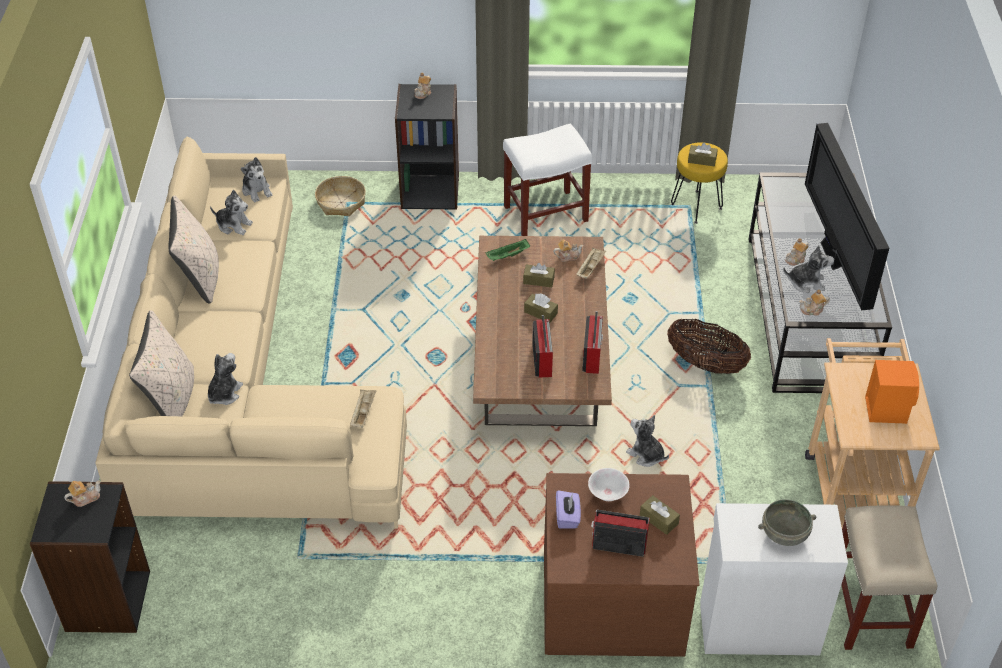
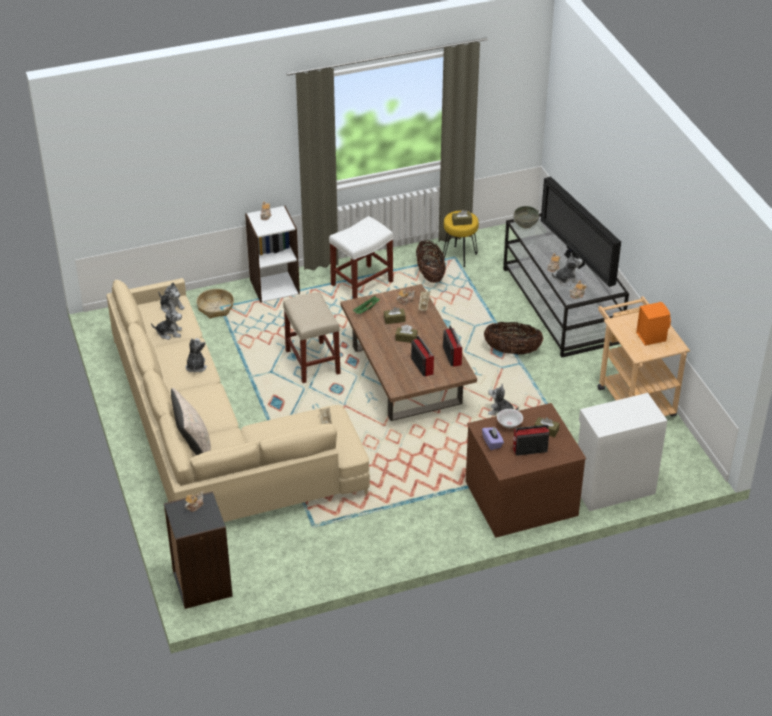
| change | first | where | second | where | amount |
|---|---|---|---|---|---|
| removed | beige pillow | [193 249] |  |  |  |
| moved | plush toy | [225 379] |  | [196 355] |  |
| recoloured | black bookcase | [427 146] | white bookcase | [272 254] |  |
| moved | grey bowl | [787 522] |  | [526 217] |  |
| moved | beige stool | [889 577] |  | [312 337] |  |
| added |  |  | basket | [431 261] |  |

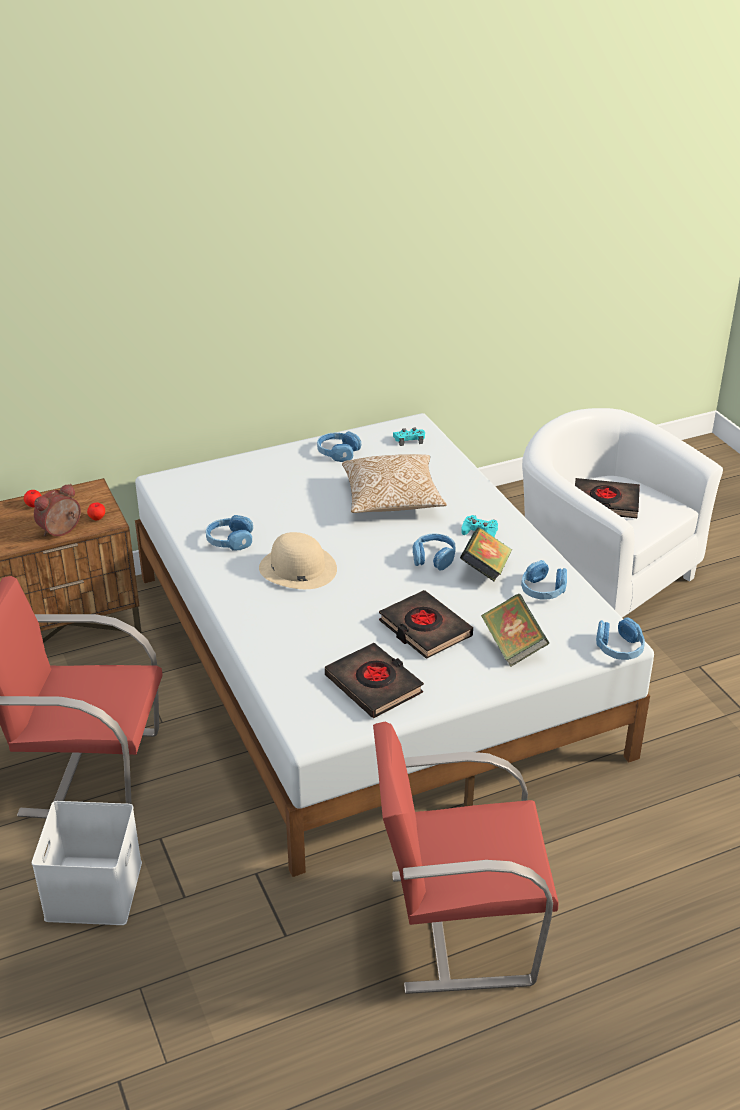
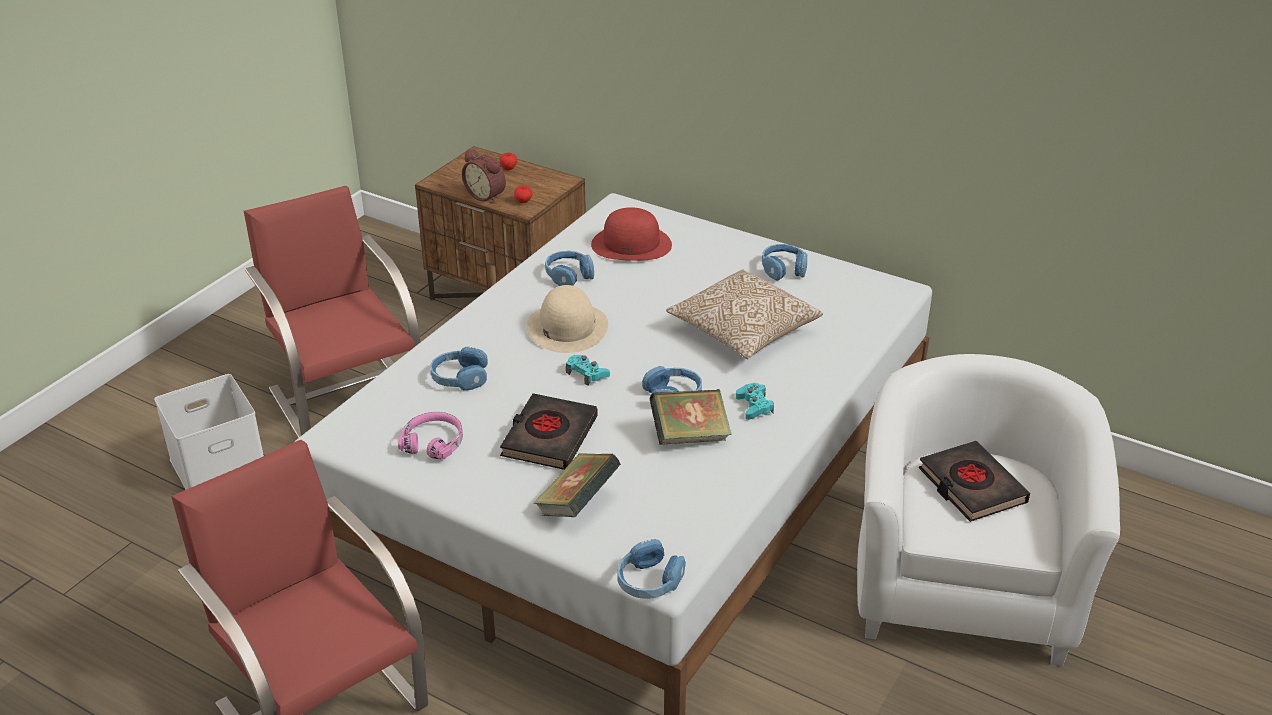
| change | first | where | second | where | amount |
|---|---|---|---|---|---|
| turned | alarm clock | [57 510] |  | [484 176] | 150 degrees counterclockwise |
| replaced | black book | [374 680] | pink headphones | [430 436] |  |
| moved | turquoise game controller | [409 437] |  | [588 370] |  |
| moved | blue headphones | [544 580] |  | [459 368] |  |
| added |  |  | red hat | [631 234] |  |

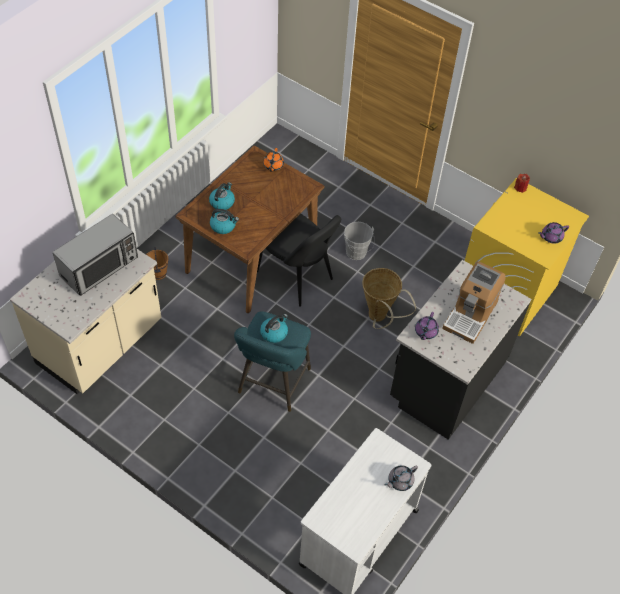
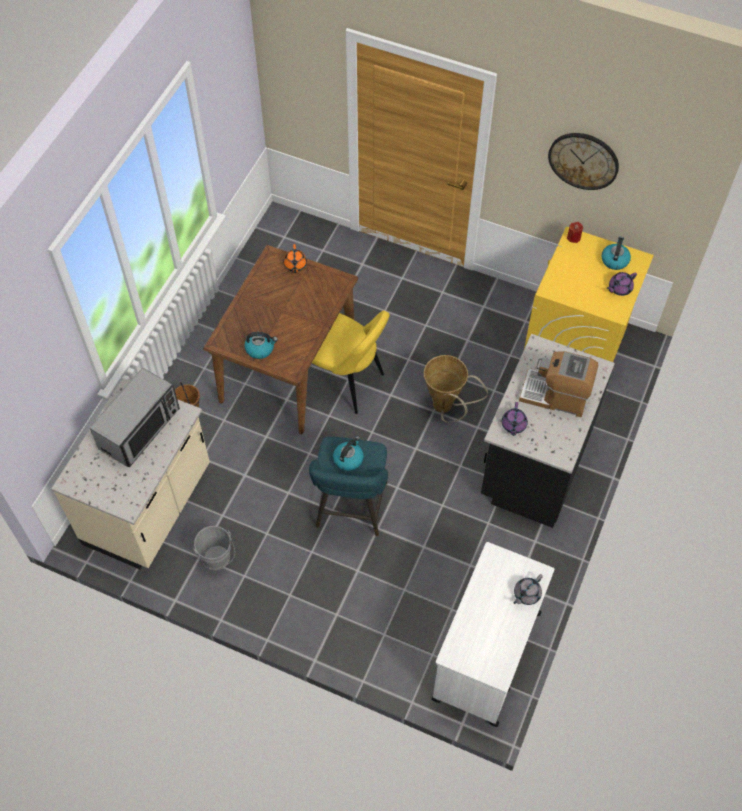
| change | first | where | second | where | amount |
|---|---|---|---|---|---|
| moved | kettle | [222 196] |  | [616 253] |  |
| recoloured | black chair | [299 260] | yellow chair | [351 362] |  |
| moved | grey bucket | [359 241] |  | [214 548] |  |
| turned | coffee machine | [474 302] |  | [558 384] | 90 degrees clockwise |
| added |  |  | wall clock | [583 161] |  |

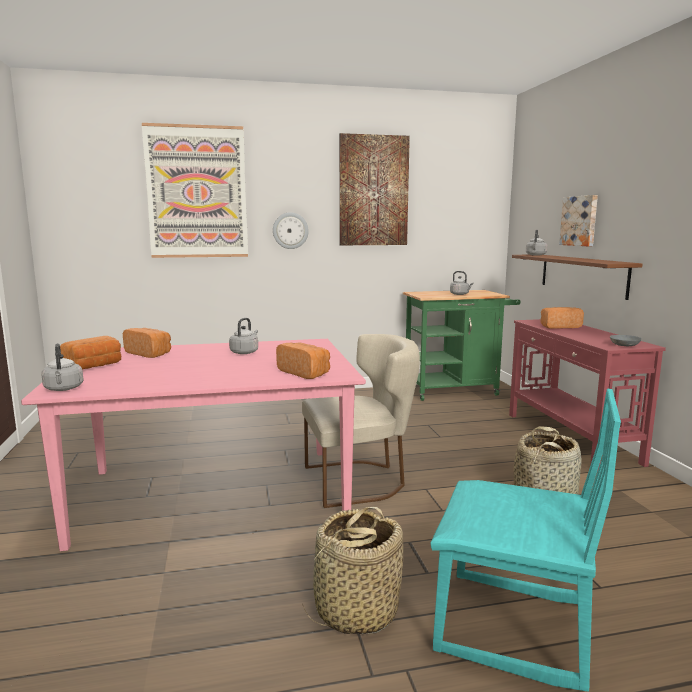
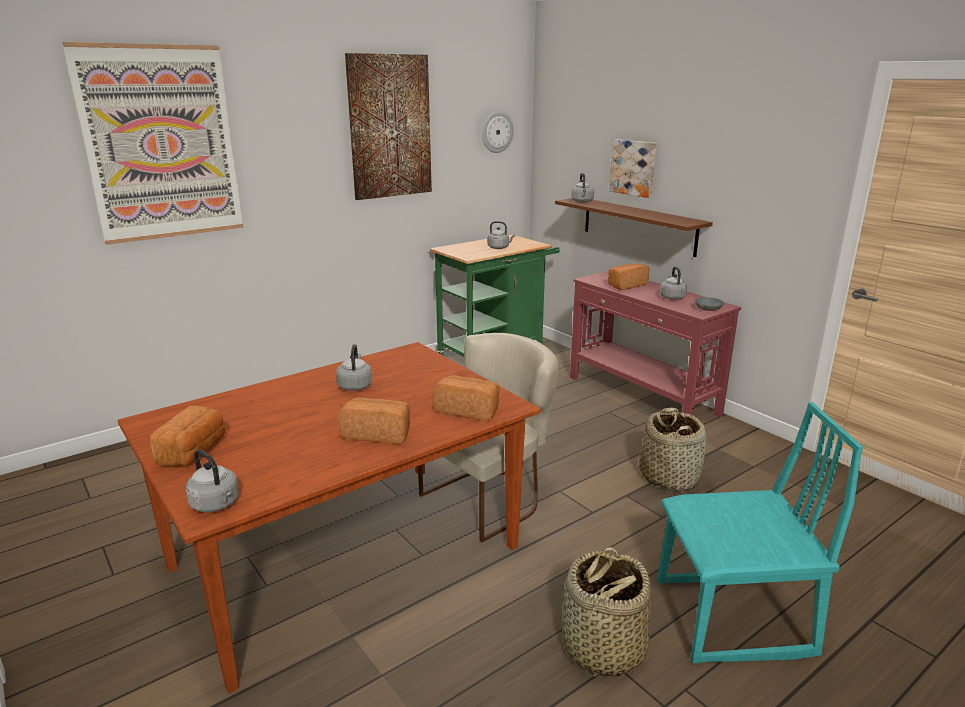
| change | first | where | second | where | amount |
|---|---|---|---|---|---|
| recoloured | pink dining table | [193 445] | brown dining table | [329 517] |  |
| moved | bread | [147 343] |  | [373 420] |  |
| moved | wall clock | [291 230] |  | [497 132] |  |
| added |  |  | grey kettle | [673 283] |  |

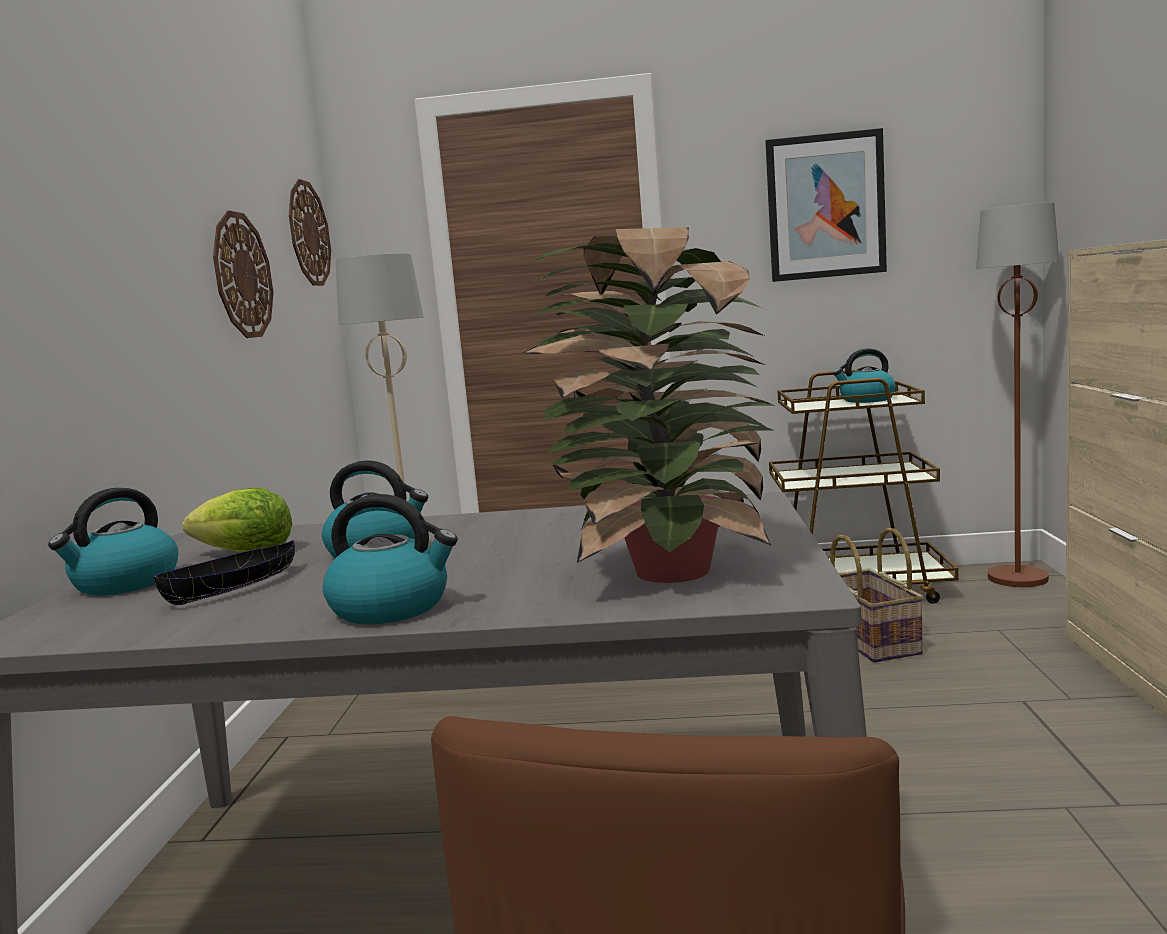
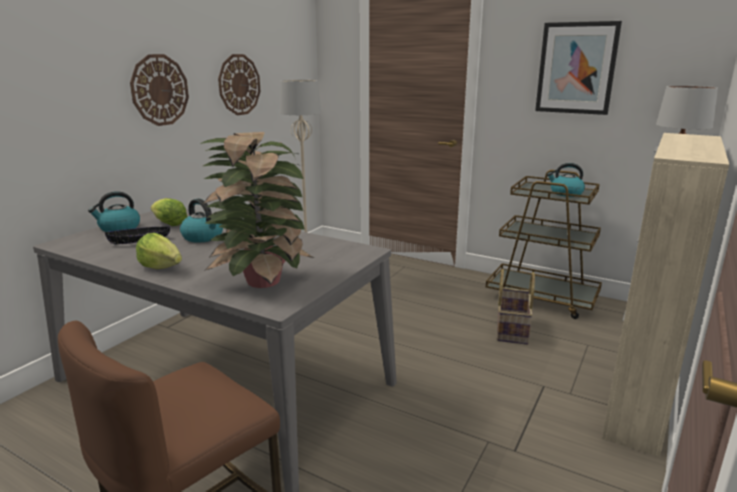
| change | first | where | second | where | amount |
|---|---|---|---|---|---|
| moved | wall clock | [310 232] |  | [159 90] |  |
| replaced | kettle | [390 559] | lettuce | [159 251] |  |

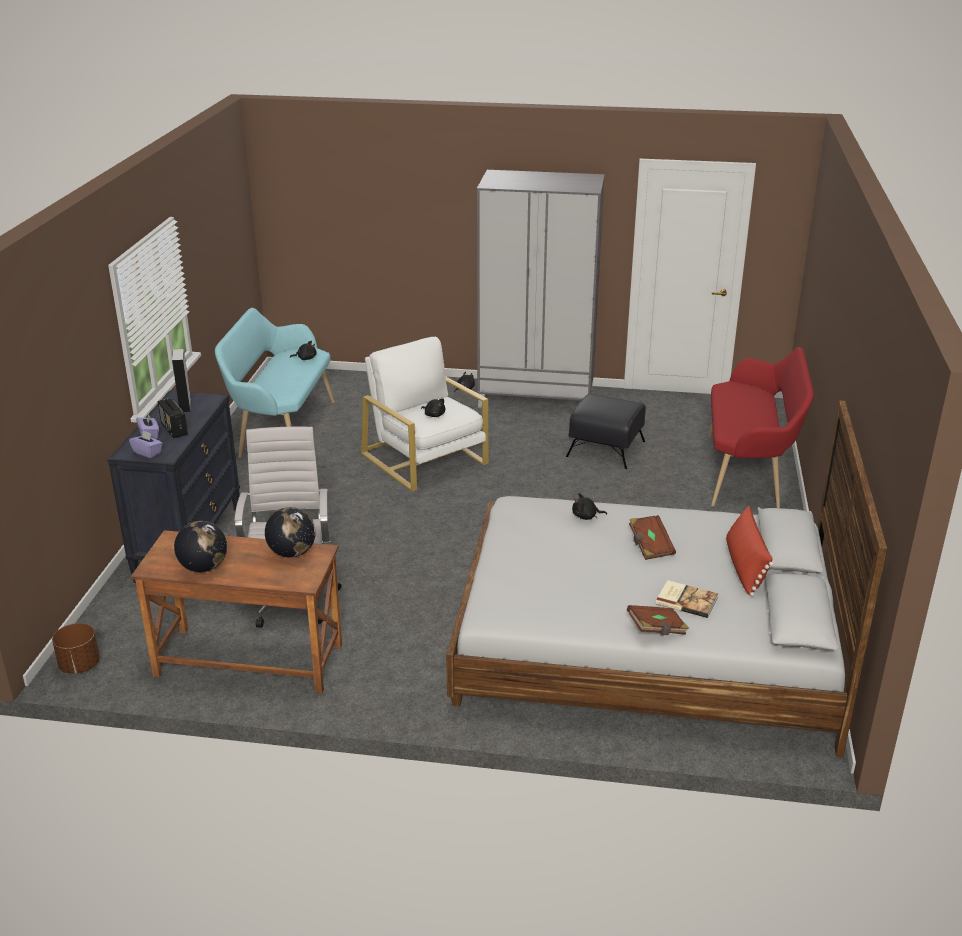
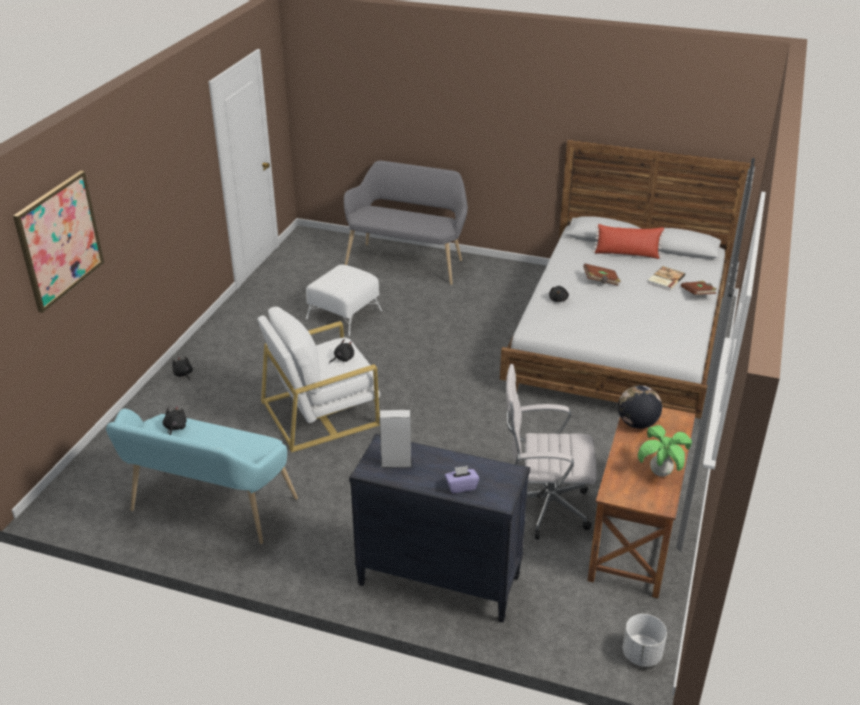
| change | first | where | second | where | amount |
|---|---|---|---|---|---|
| recoloured | brown planter | [76 648] | white planter | [645 640] |  |
| removed | purple tissue box | [146 444] |  |  |  |
| removed | radio | [173 418] |  |  |  |
| replaced | globe | [200 546] | potted plant | [665 451] |  |
| removed | grey wardrobe | [541 289] |  |  |  |
| recoloured | black ottoman | [606 431] | white ottoman | [344 300] |  |
| recoloured | red bench | [761 427] | grey bench | [406 223] |  |
| added |  |  | picture | [58 241] |  |

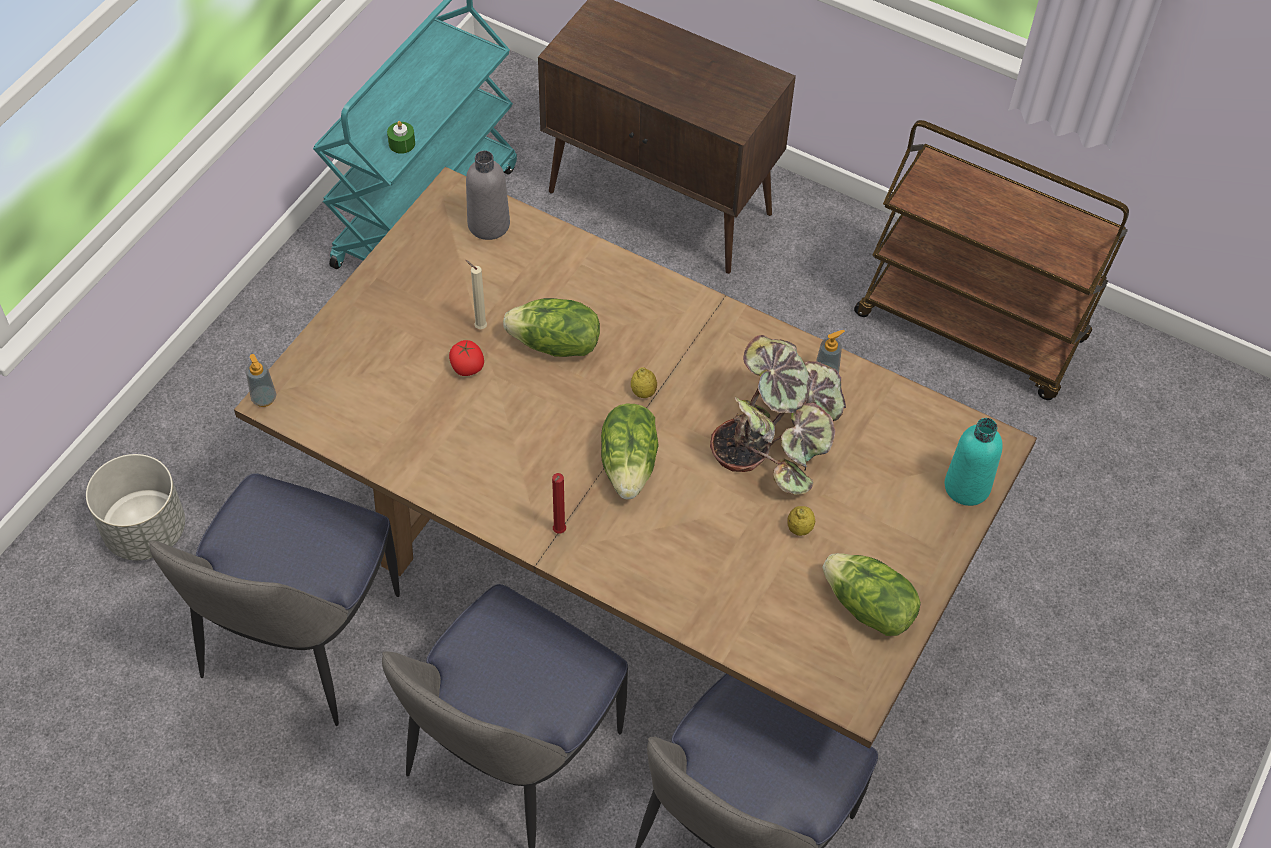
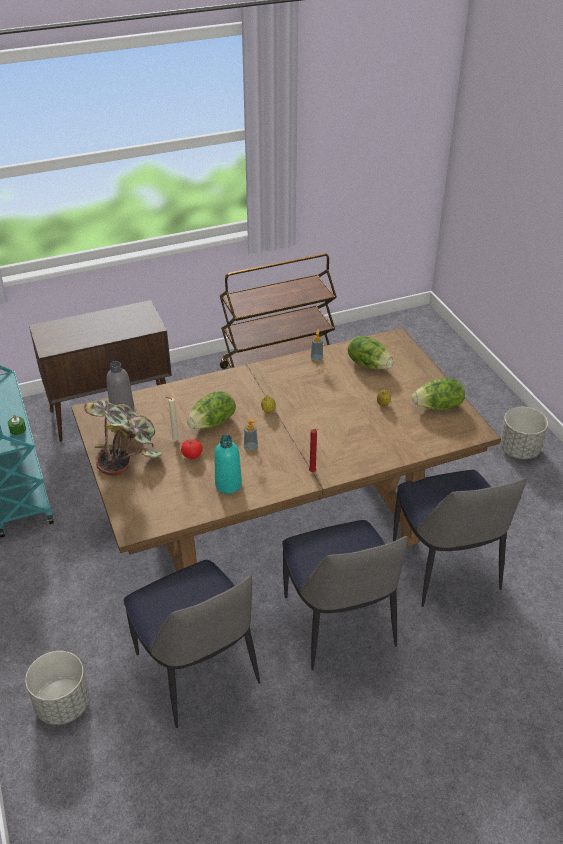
| change | first | where | second | where | amount |
|---|---|---|---|---|---|
| moved | soap dispenser | [261 380] |  | [251 436] |  |
| moved | lettuce | [630 451] |  | [370 352] |  |
| moved | potted plant | [778 415] |  | [123 438] |  |
| moved | turquoise bottle | [973 462] |  | [228 464] |  |
| added |  |  | grey planter | [523 433] |  |

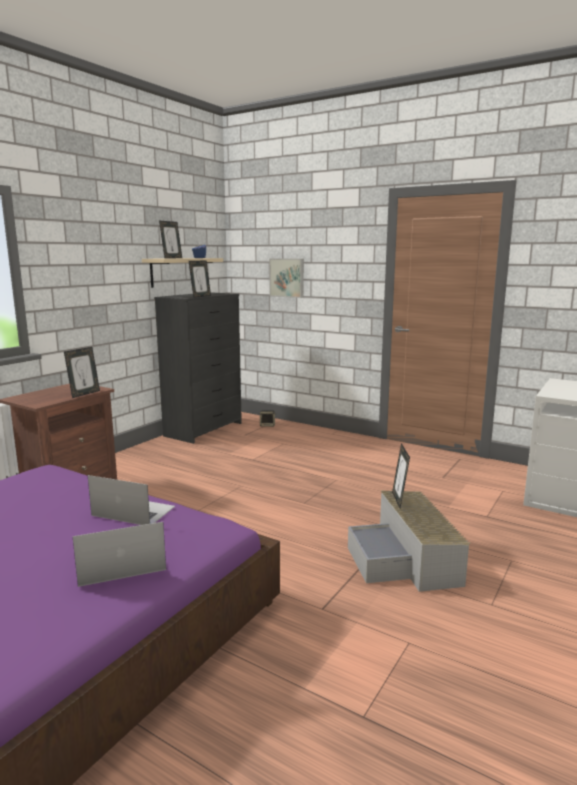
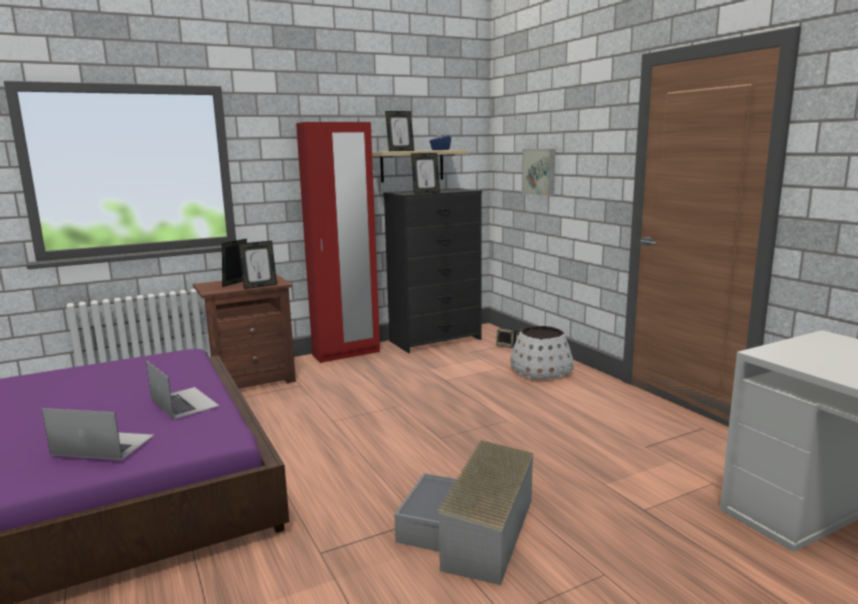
| change | first | where | second | where | amount |
|---|---|---|---|---|---|
| moved | picture frame | [401 475] |  | [234 263] |  |
| added |  |  | red wardrobe | [338 242] |  |
| added |  |  | white planter | [542 353] |  |

